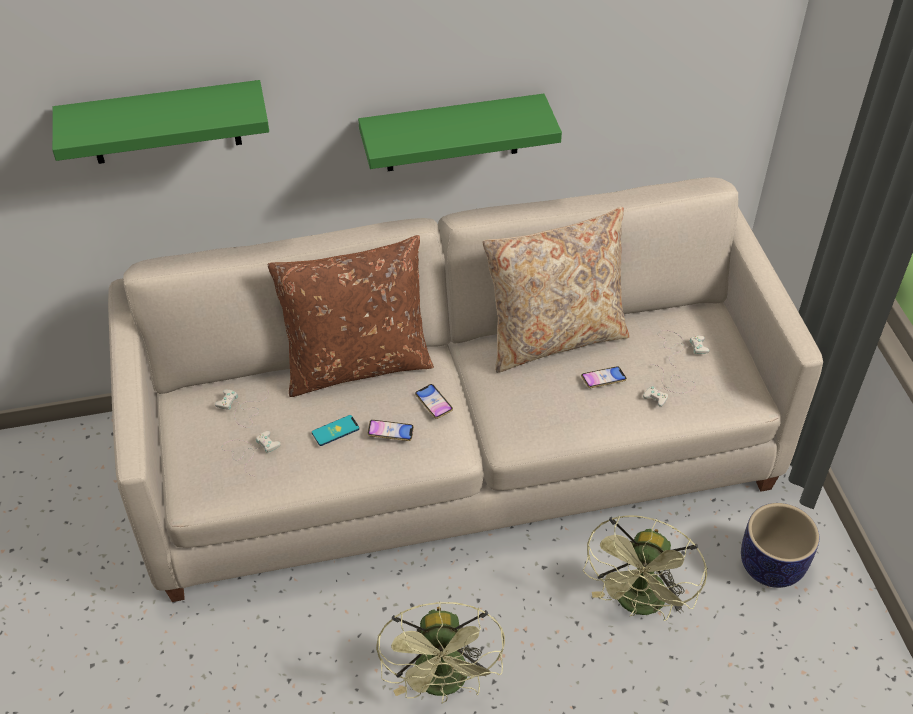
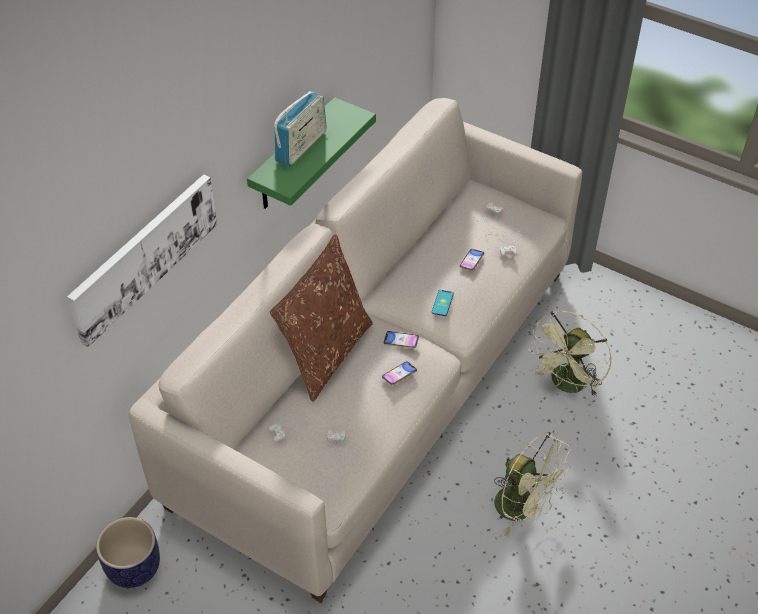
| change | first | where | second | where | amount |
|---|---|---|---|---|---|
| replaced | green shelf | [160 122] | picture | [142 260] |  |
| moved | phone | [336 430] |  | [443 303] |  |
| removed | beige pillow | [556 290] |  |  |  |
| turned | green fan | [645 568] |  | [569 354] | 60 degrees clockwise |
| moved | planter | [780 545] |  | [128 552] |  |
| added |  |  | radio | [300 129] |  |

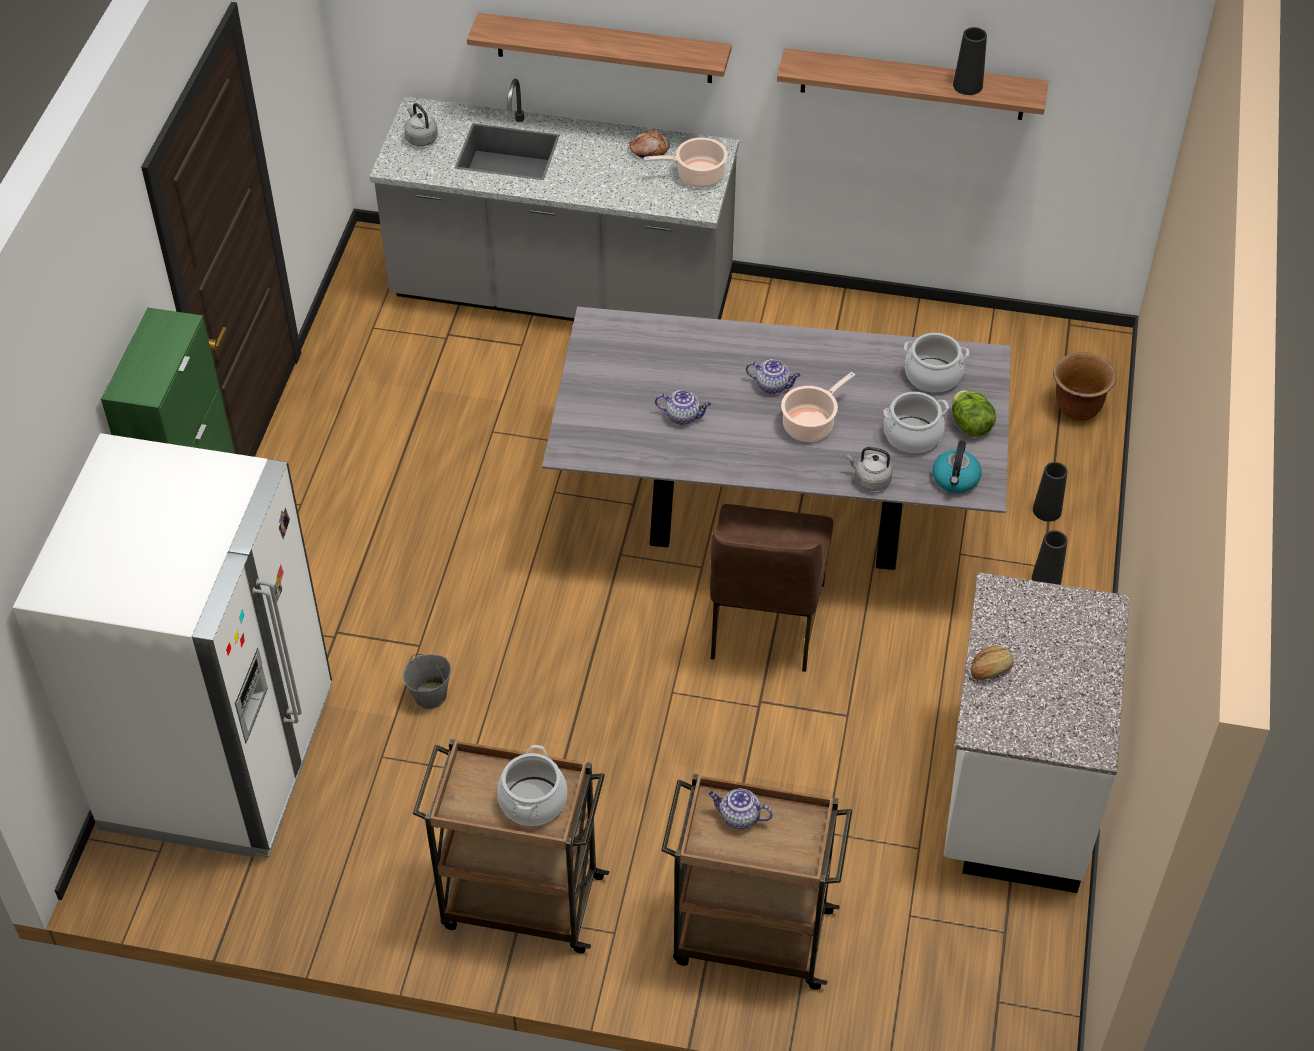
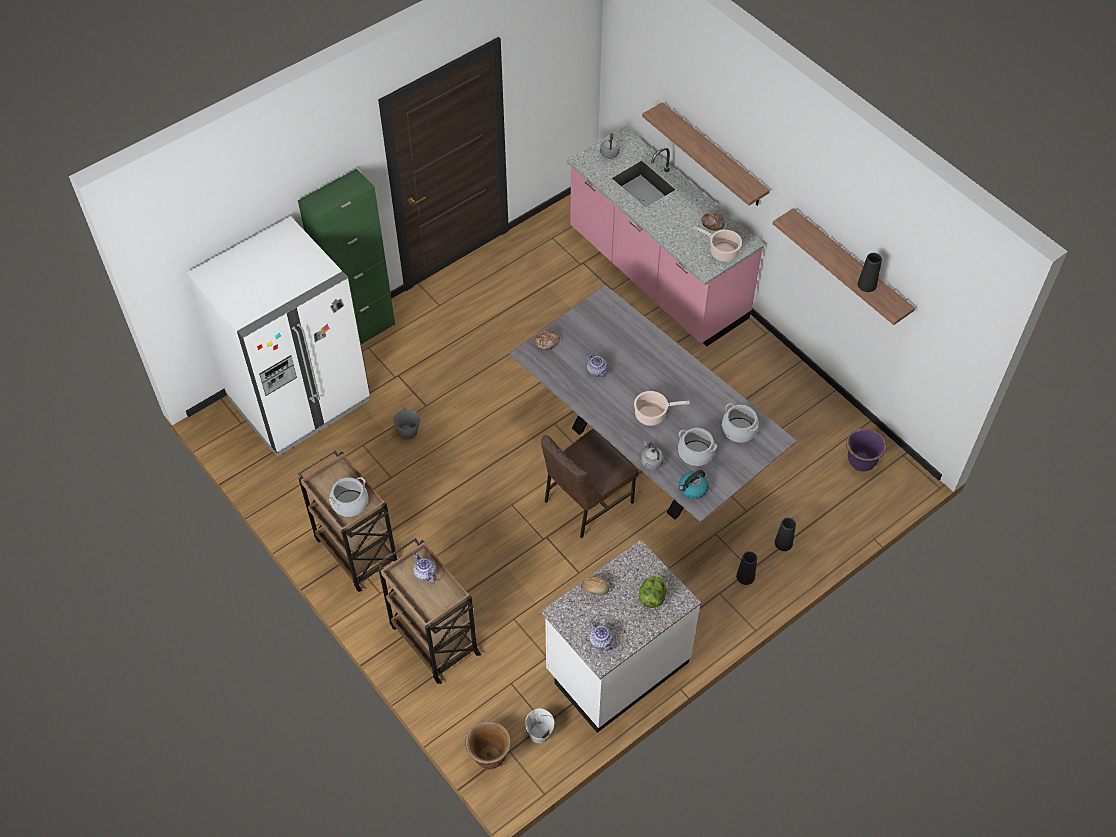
| change | first | where | second | where | amount |
|---|---|---|---|---|---|
| recoloured | grey counter | [554 200] | pink counter | [665 236] |  |
| moved | teapot | [773 376] |  | [601 635] |  |
| moved | lettuce | [974 413] |  | [652 590] |  |
| moved | brown planter | [1084 386] |  | [488 745] |  |
| added |  |  | white bucket | [539 725] |  |
| added |  |  | bread | [547 339] |  |
| added |  |  | purple planter | [866 450] |  |

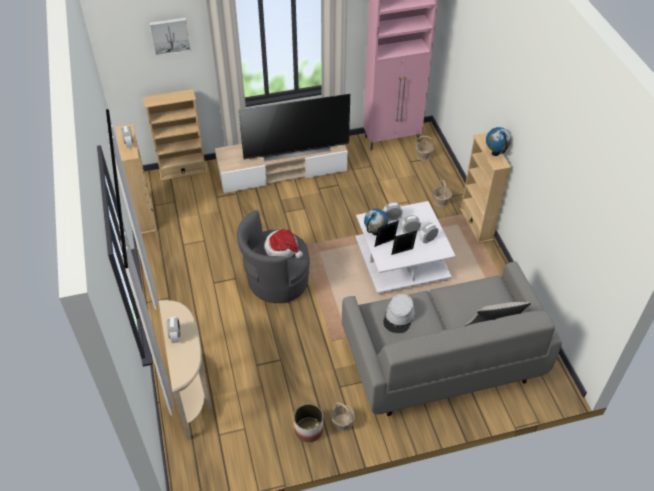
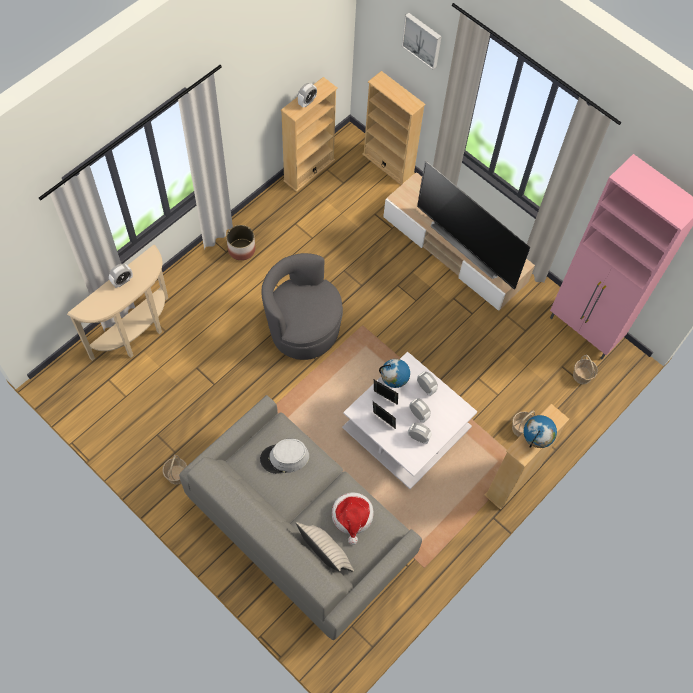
| change | first | where | second | where | amount |
|---|---|---|---|---|---|
| moved | hat | [283 244] |  | [353 518] |  |
| moved | planter | [309 423] |  | [240 243] |  |

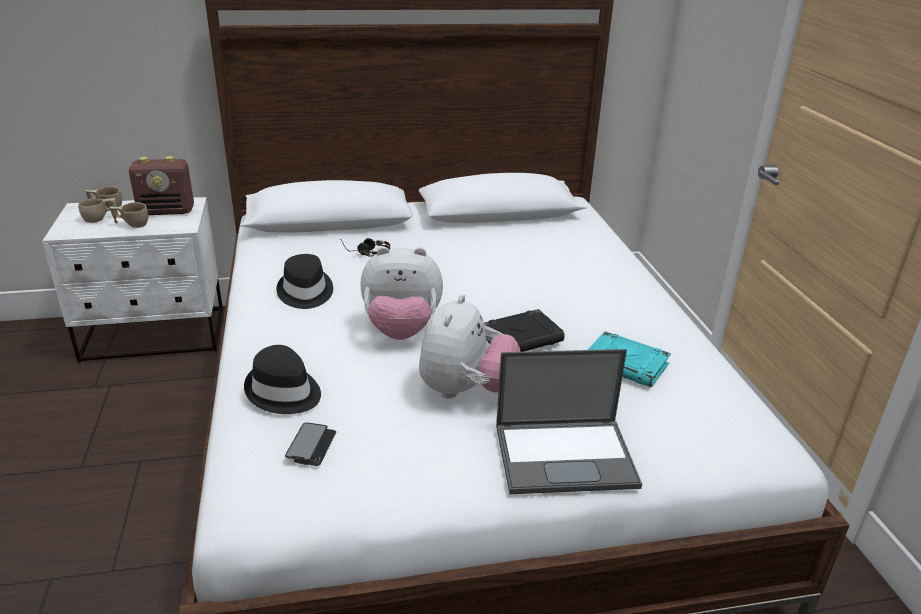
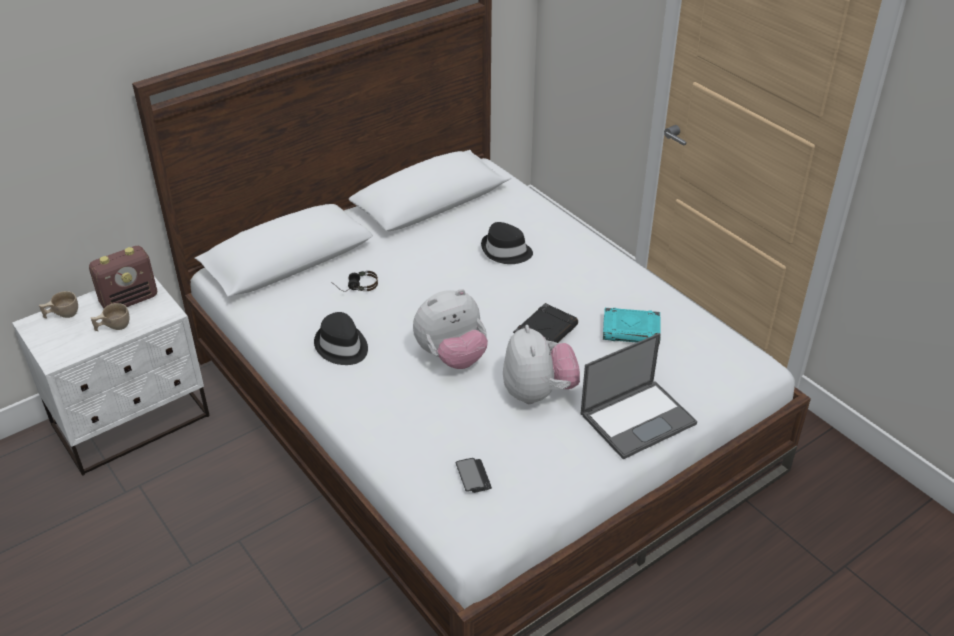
| change | first | where | second | where | amount |
|---|---|---|---|---|---|
| removed | beige cup | [98 210] |  |  |  |
| moved | black hat | [282 379] |  | [507 243] |  |

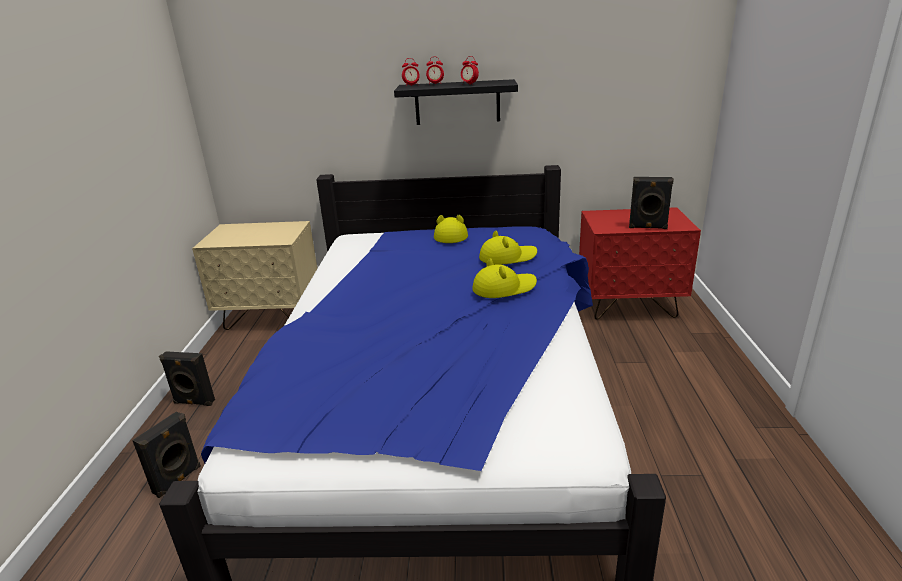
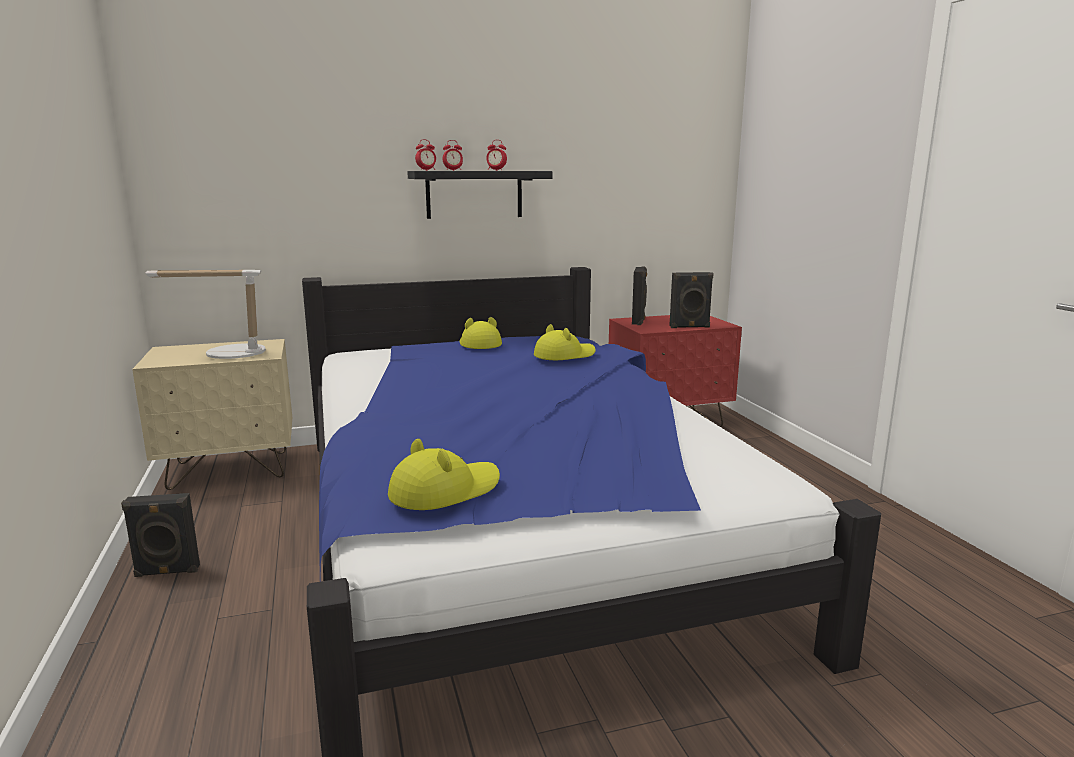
| change | first | where | second | where | amount |
|---|---|---|---|---|---|
| moved | black speaker | [166 454] |  | [639 296] |  |
| moved | yellow hat | [504 278] |  | [444 474] |  |
| added |  |  | table lamp | [206 314] |  |

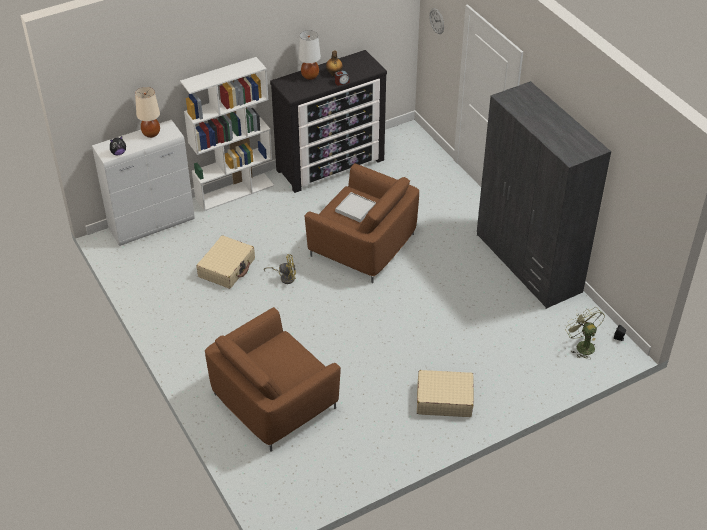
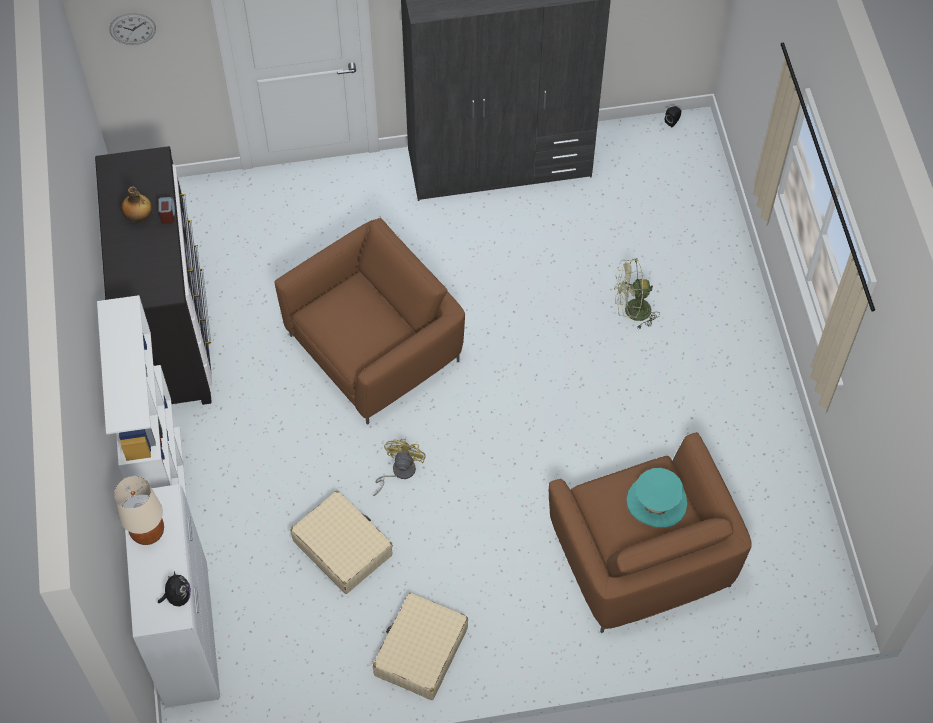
| change | first | where | second | where | amount |
|---|---|---|---|---|---|
| removed | white table lamp | [309 55] |  |  |  |
| removed | white tray | [355 207] |  |  |  |
| moved | beige suitcase | [445 393] |  | [420 646] |  |
| moved | green fan | [585 334] |  | [637 293] |  |
| added |  |  | turquoise hat | [656 498] |  |

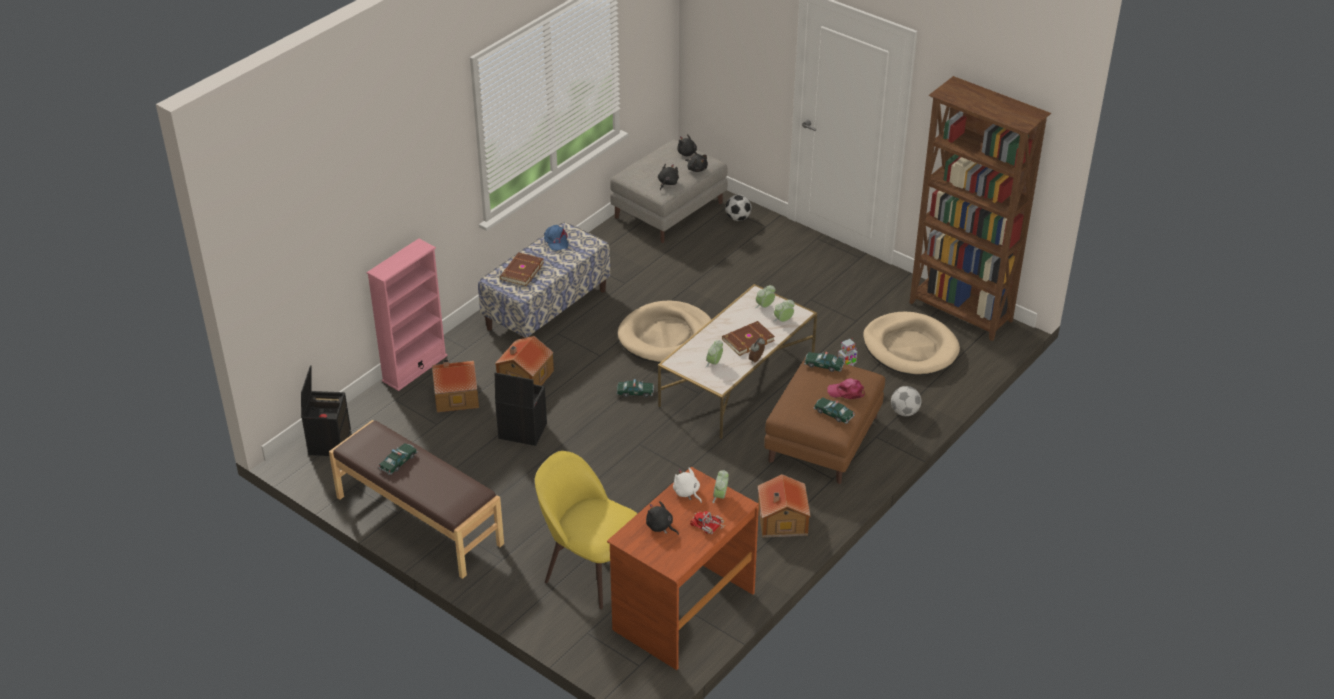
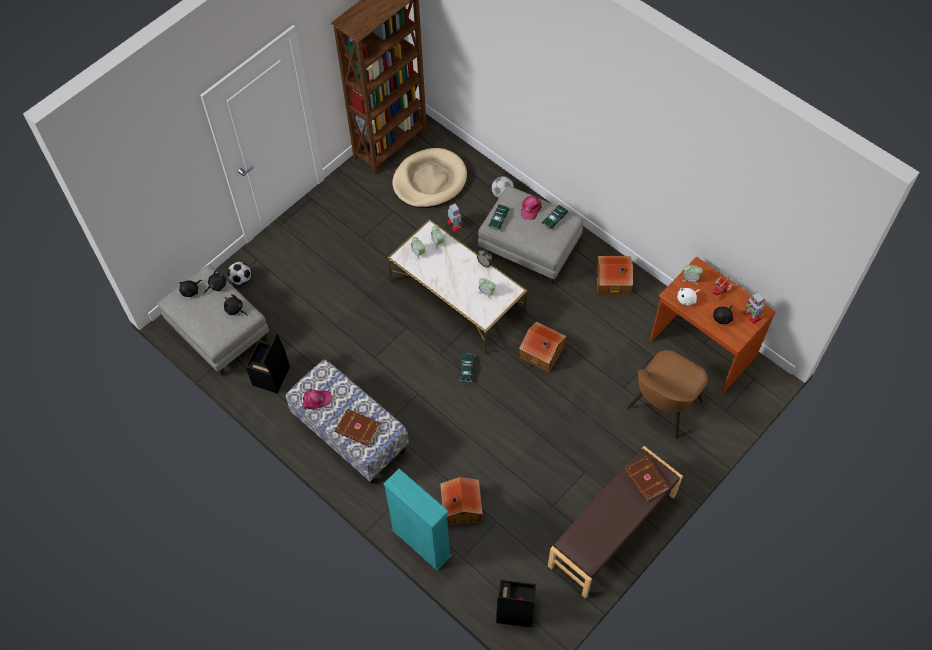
| change | first | where | second | where | amount |
|---|---|---|---|---|---|
| recoloured | pink bookcase | [407 314] | turquoise bookcase | [418 519] |  |
| removed | toy car | [398 459] |  |  |  |
| moved | toy house | [524 361] |  | [542 347] |  |
| moved | black storage box | [521 409] |  | [268 363] |  |
| recoloured | yellow chair | [586 530] | brown chair | [667 394] |  |
| recoloured | blue cap | [556 238] | pink cap | [317 400] |  |
| removed | beige dog bed | [665 332] |  |  |  |
| moved | brown book | [748 338] |  | [646 478] |  |
| recoloured | brown ottoman | [824 420] | grey ottoman | [530 235] |  |
| added |  |  | toy robot | [753 307] |  |

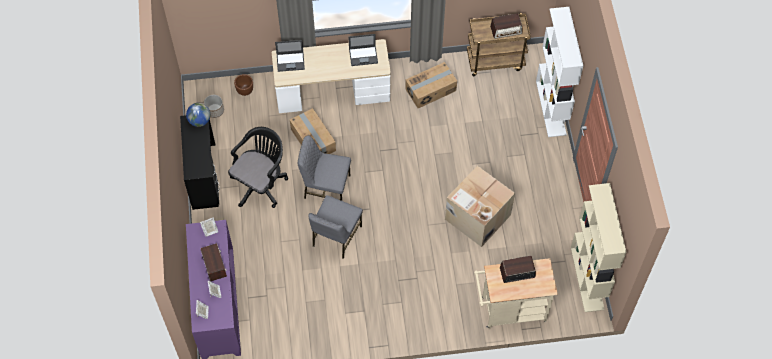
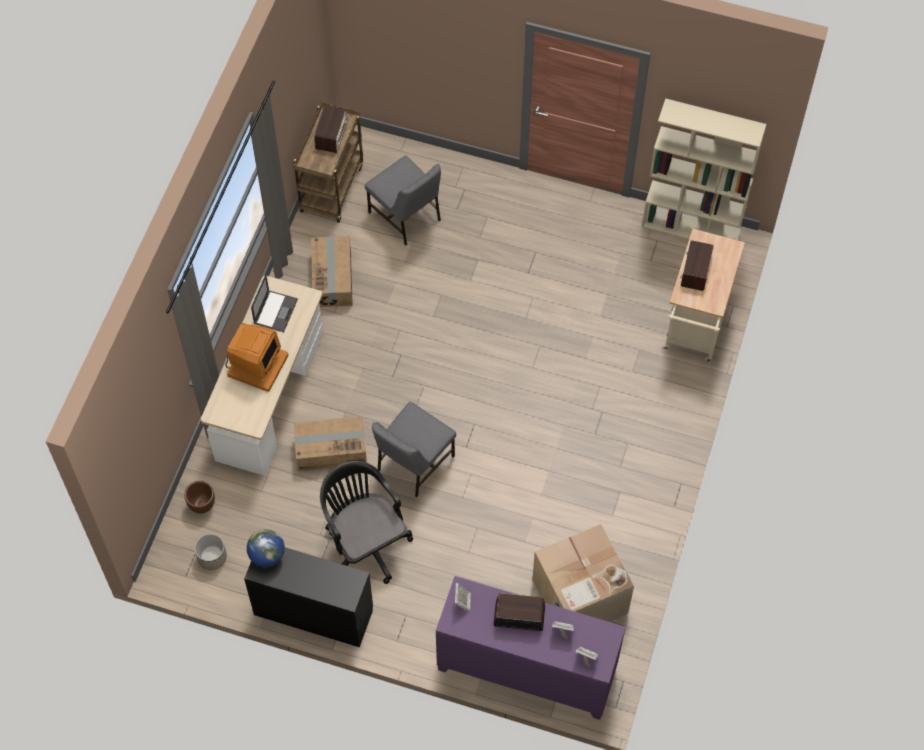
| change | first | where | second | where | amount |
|---|---|---|---|---|---|
| removed | laptop | [290 56] |  |  |  |
| moved | grey chair | [335 227] |  | [403 201] |  |
| moved | cardboard box | [480 206] |  | [583 573] |  |
| removed | white bookcase | [559 72] |  |  |  |
| added |  |  | monitor | [257 357] |  |

